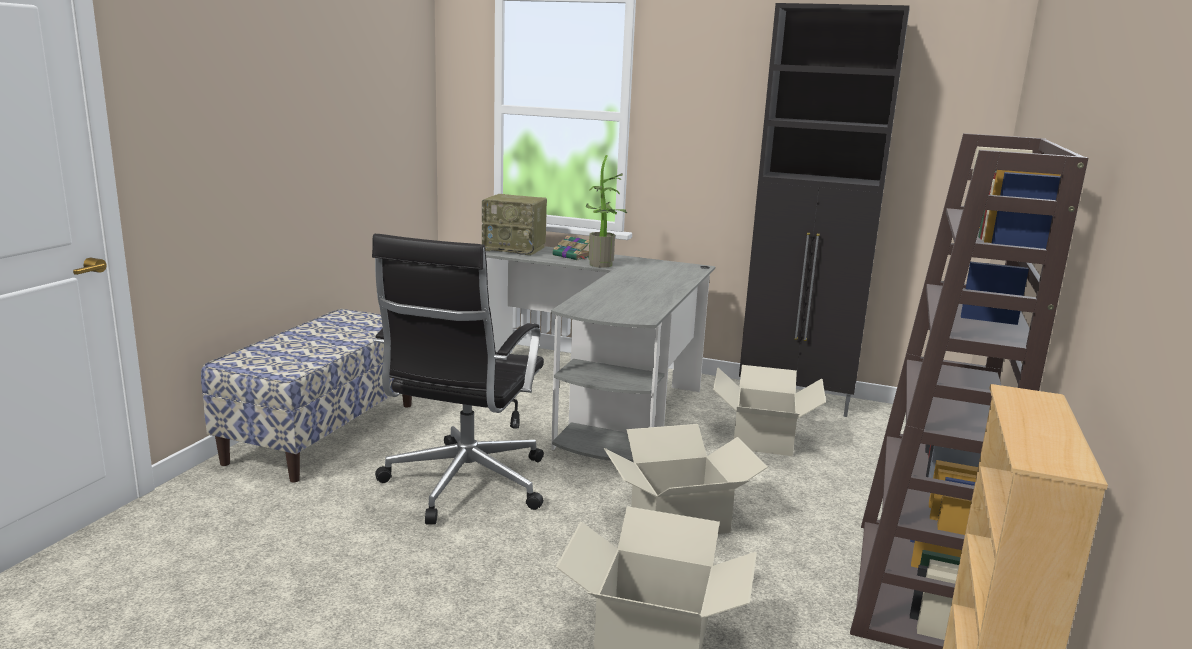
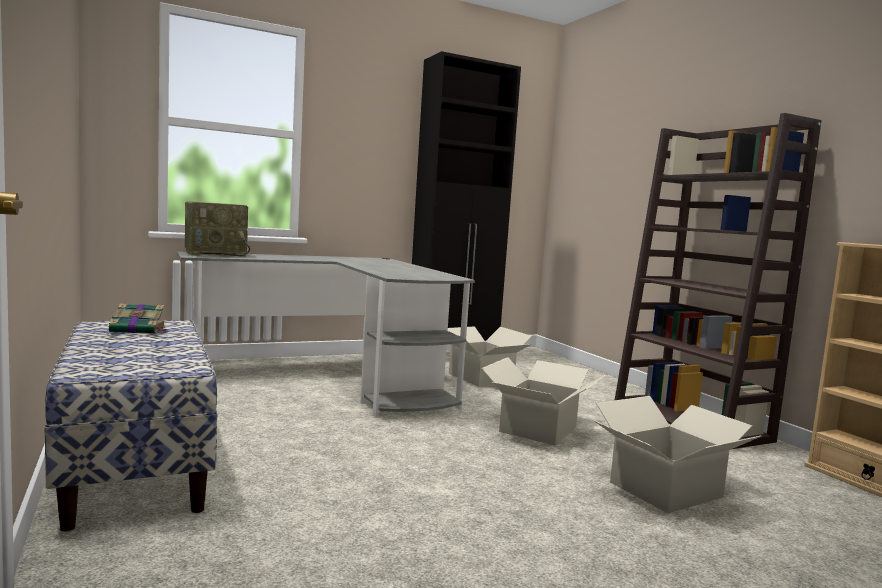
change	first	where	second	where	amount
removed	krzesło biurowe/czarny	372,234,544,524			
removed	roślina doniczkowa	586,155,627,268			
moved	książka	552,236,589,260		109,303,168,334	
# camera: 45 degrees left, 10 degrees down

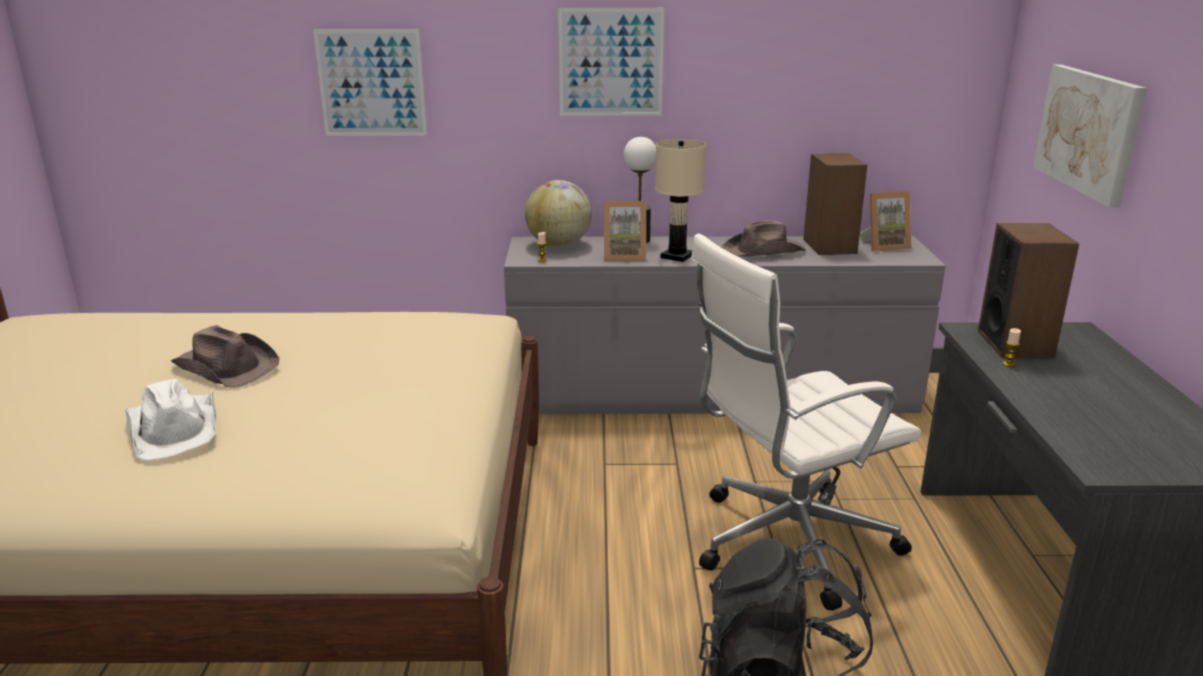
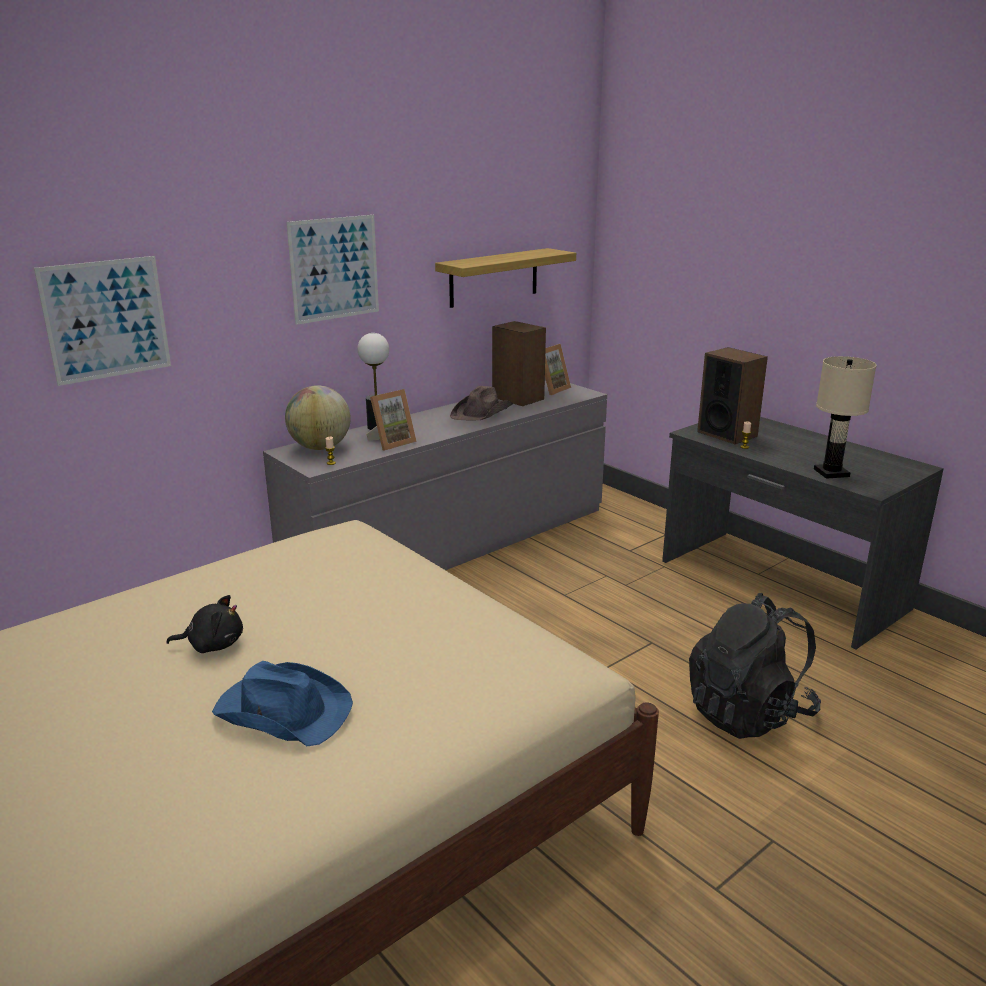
change	first	where	second	where	amount
removed	krzesło biurowe/biały	691,234,921,611			
removed	obraz	1033,65,1147,208			
added			półka	435,248,576,308	
moved	lampa stołowa/beżowy	655,139,706,262		814,356,876,479	
replaced	kapelusz/brązowy	171,325,279,388	pluszak/czarny	166,595,243,653	
recoloured	kapelusz/biały	125,379,216,461	kapelusz/niebieski	212,661,353,746	
# camera: 40 degrees left, 0 degrees up

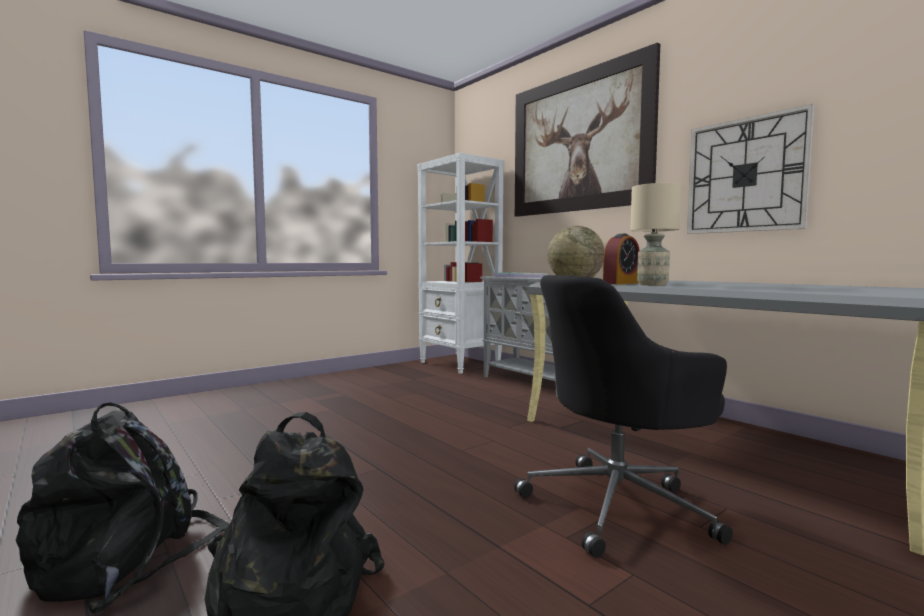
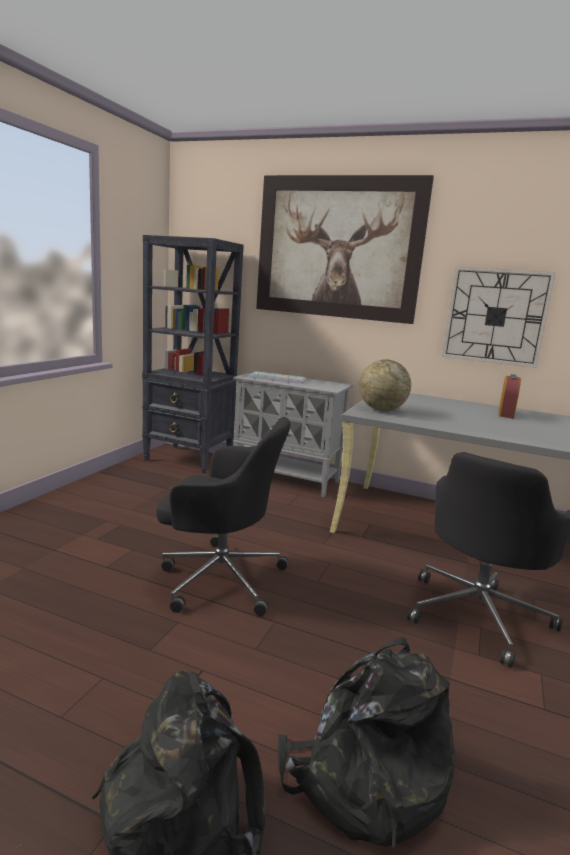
change	first	where	second	where	amount
removed	lampa stołowa/beżowy	630,183,681,286			
added			krzesło biurowe/czarny	156,417,290,616	
moved	budzik	603,233,640,284		499,374,521,419	
recoloured	regał/biały	417,153,503,374	regał/czarny	142,235,244,474	
# camera: 30 degrees left, 10 degrees up

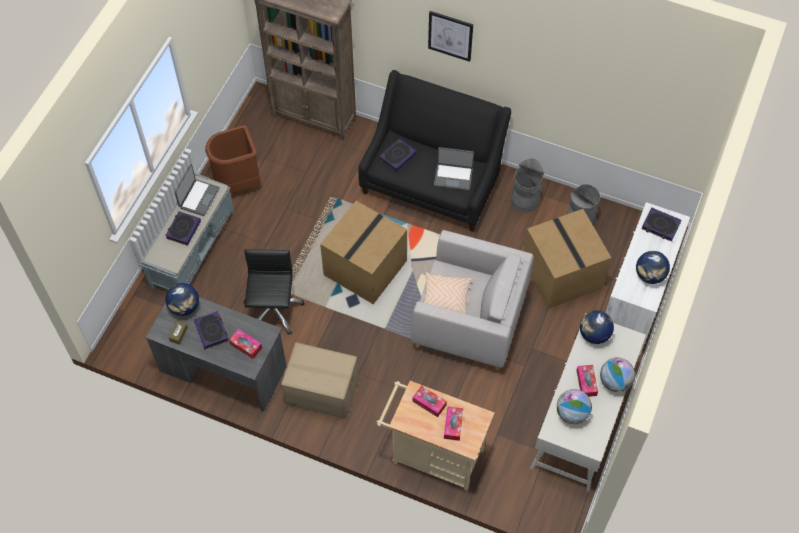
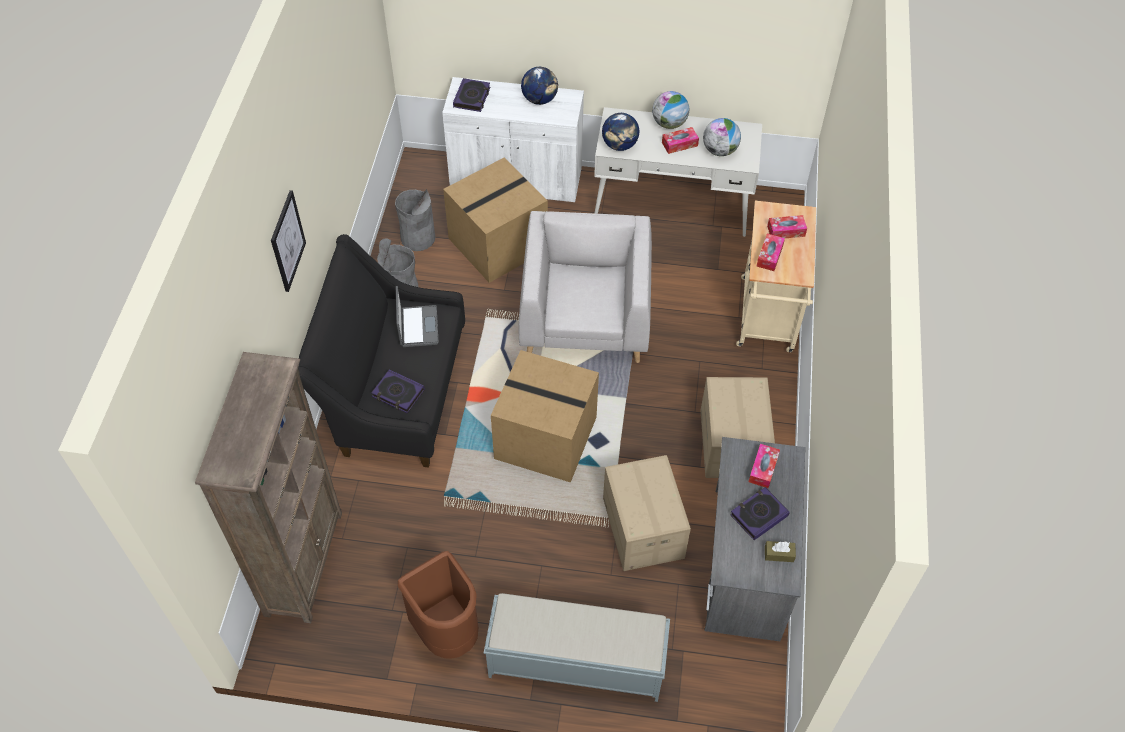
change	first	where	second	where	amount
removed	książka	165,211,201,246			
removed	globus	165,283,199,316			
removed	laptop	175,164,220,216			
removed	poduszka/beżowy	423,272,472,314			
replaced	krzesło biurowe/czarny	243,249,305,335	karton	603,455,691,571	
# camera: 105 degrees left, 5 degrees down

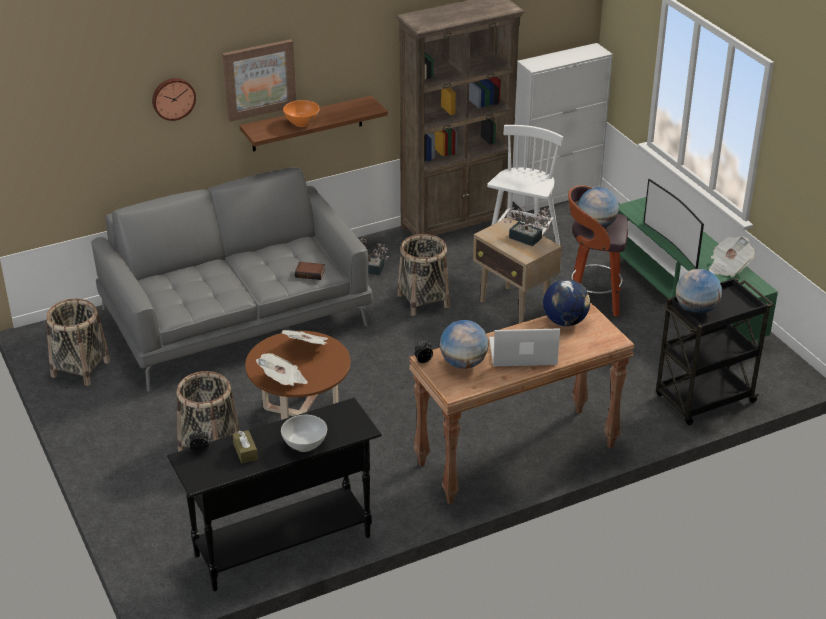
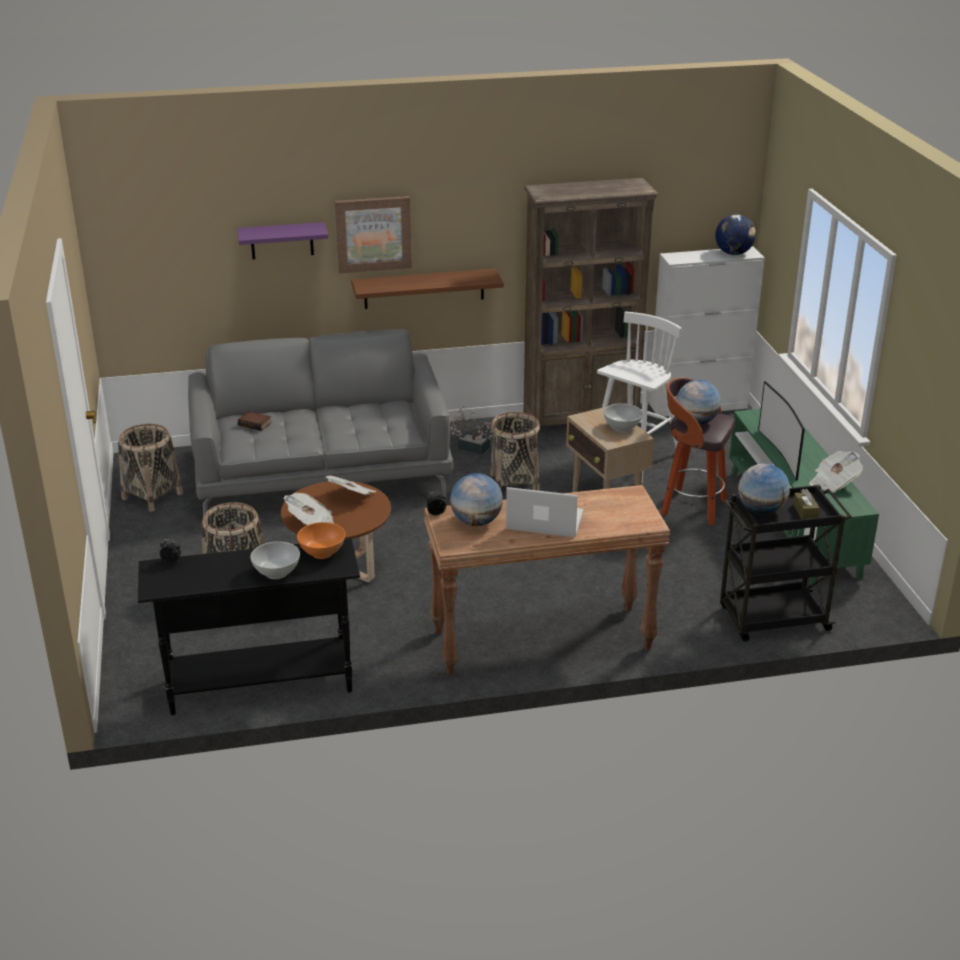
change	first	where	second	where	amount
moved	pudełko chusteczek/brązowy	232,430,258,463		793,489,820,519	
moved	miska/pomarańczowy	283,100,320,127		297,522,345,559	
moved	książka	295,262,325,280		238,411,272,431	
moved	globus	543,279,590,326		715,215,756,255	
replaced	zegar ścienny	152,78,196,121	półka/fioletowy	237,222,328,259	
replaced	roślina doniczkowa	504,206,553,246	miska/biały	603,403,643,432	
# camera: 15 degrees right, 5 degrees down

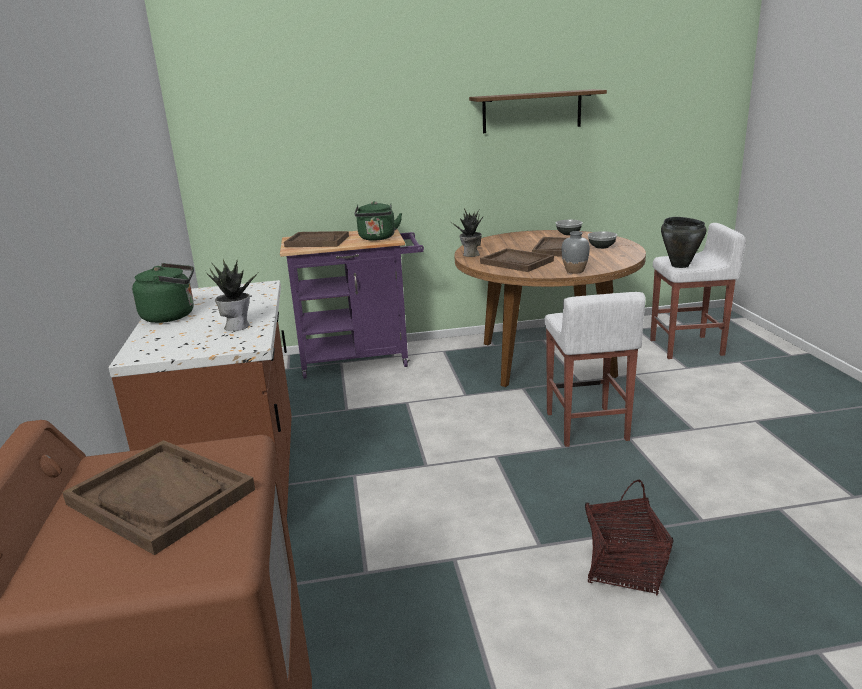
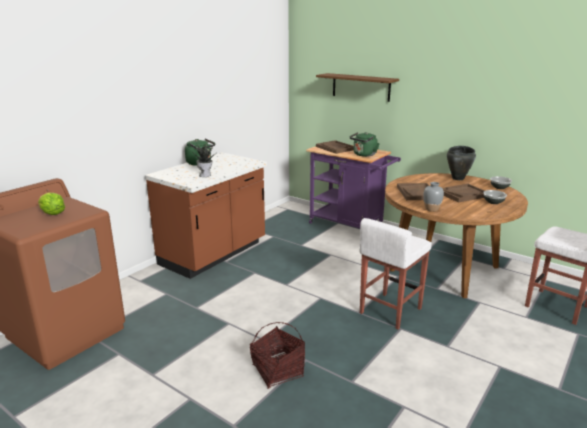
change	first	where	second	where	amount
removed	roślina doniczkowa	452,208,484,257			
moved	półka/brązowy	469,89,607,133		316,73,399,102	
moved	garnek/czarny	661,217,706,268		447,146,476,180	
replaced	taca/brązowy	62,440,255,555	sałata	38,193,65,215	
# camera: 45 degrees right, 0 degrees up

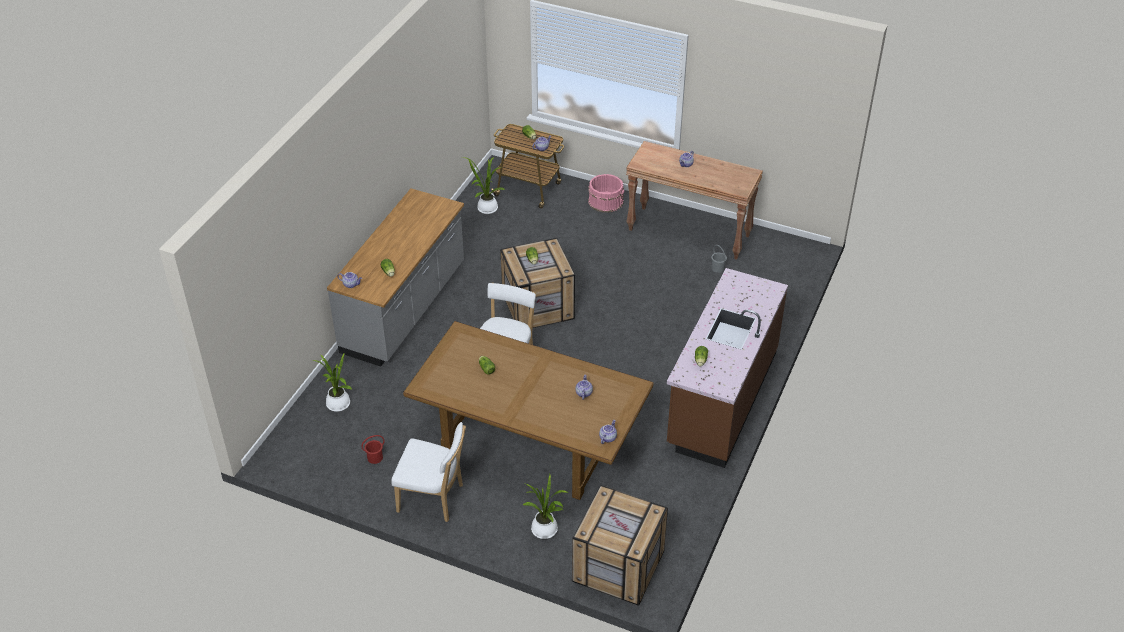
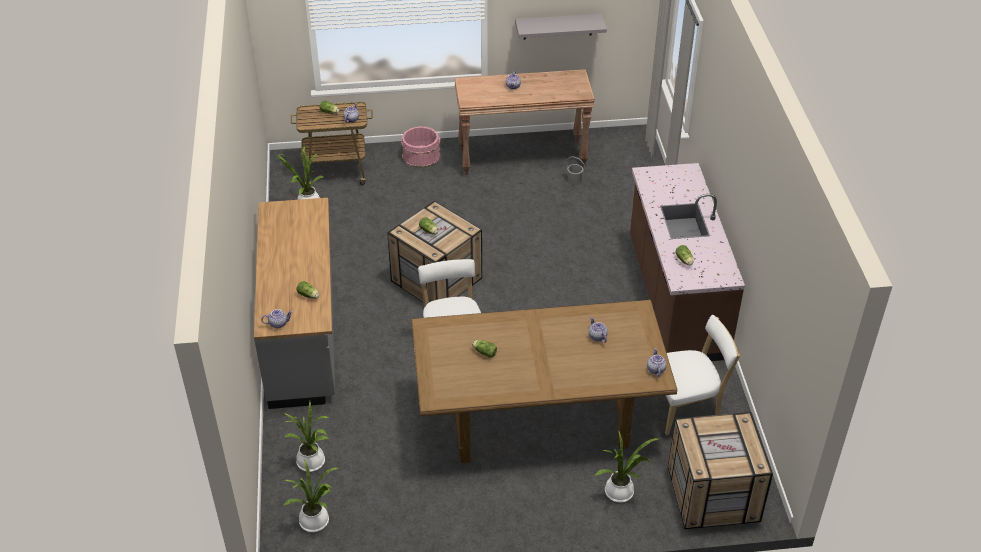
change	first	where	second	where	amount
removed	wiadro/czerwony	362,435,384,464			
added			roślina doniczkowa	284,459,339,532	
added			półka/szary	515,14,607,40	
moved	krzesło/biały	391,422,466,522		665,315,740,435	
# camera: 30 degrees left, 0 degrees up

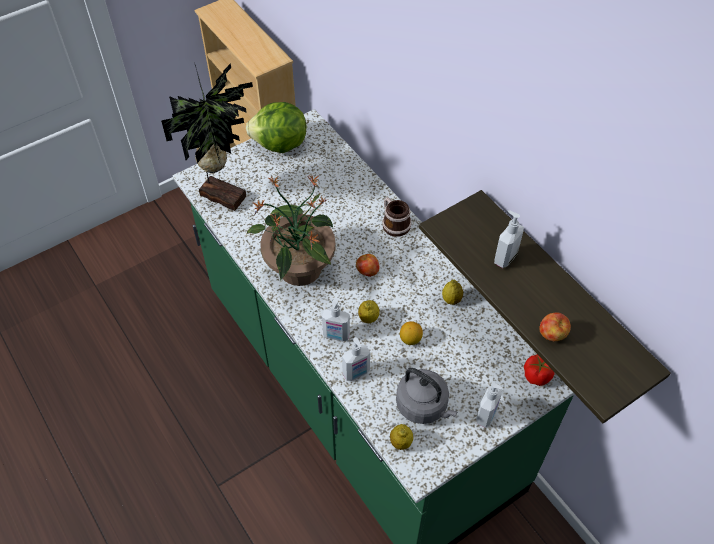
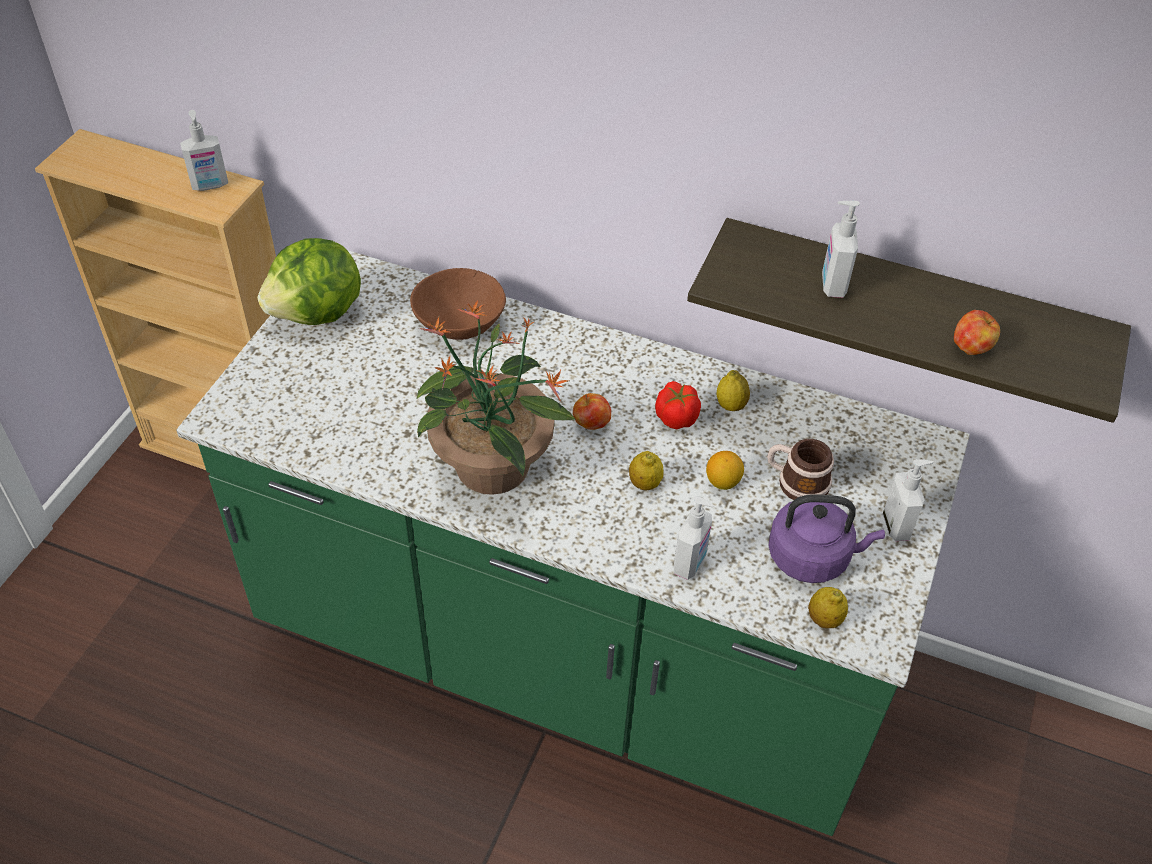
change	first	where	second	where	amount
removed	roślina doniczkowa	161,62,253,211			
added			miska/brązowy	410,268,506,340	
moved	dozownik mydła	322,299,350,342		180,110,228,191	
moved	kubek	382,197,412,237		767,439,834,500	
moved	pomidor	524,354,554,386		655,381,701,429	
recoloured	czajnik/szary	396,368,457,424	czajnik/fioletowy	768,494,885,583	
# camera: 35 degrees left, 5 degrees down

